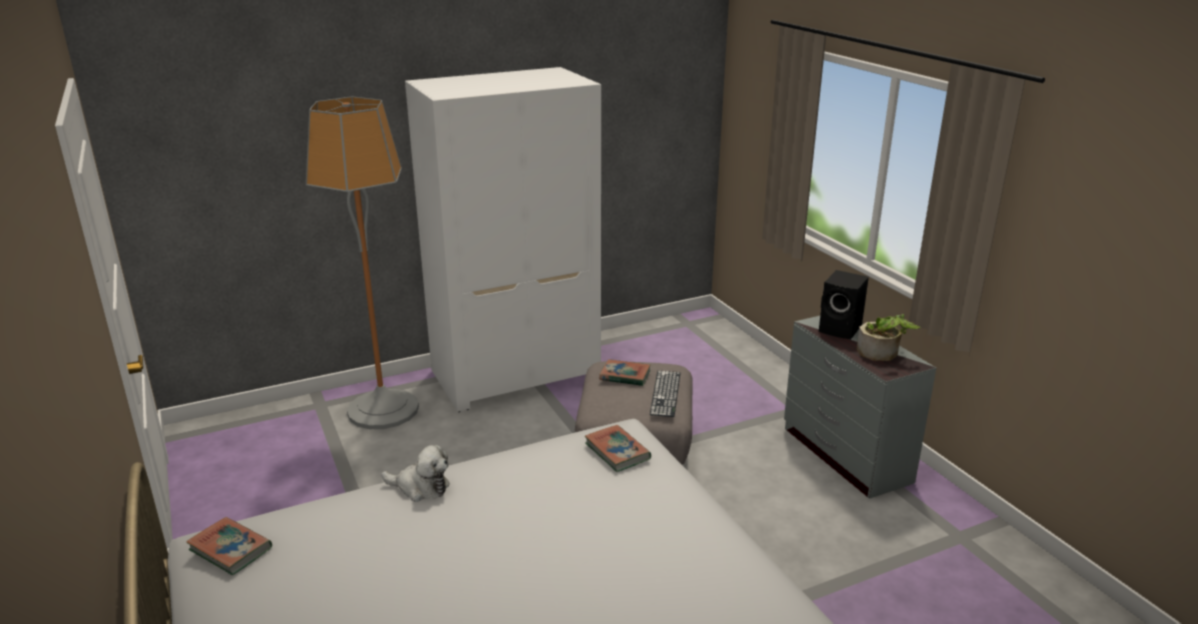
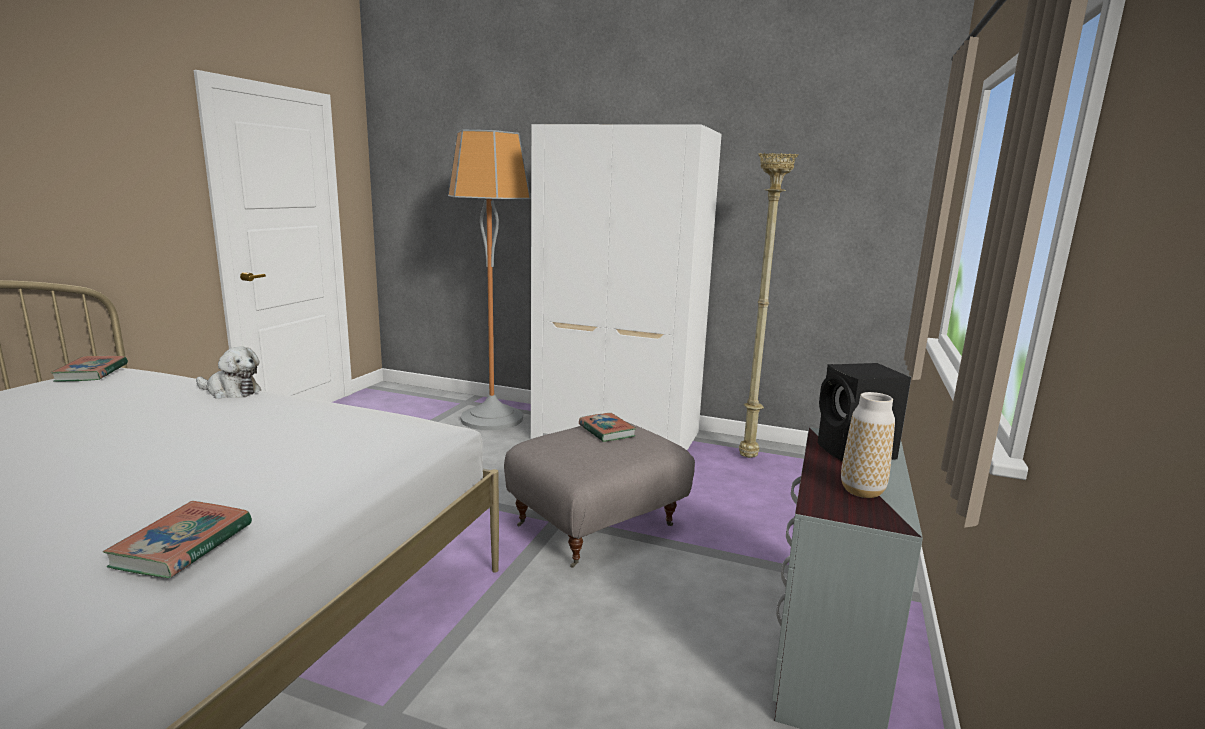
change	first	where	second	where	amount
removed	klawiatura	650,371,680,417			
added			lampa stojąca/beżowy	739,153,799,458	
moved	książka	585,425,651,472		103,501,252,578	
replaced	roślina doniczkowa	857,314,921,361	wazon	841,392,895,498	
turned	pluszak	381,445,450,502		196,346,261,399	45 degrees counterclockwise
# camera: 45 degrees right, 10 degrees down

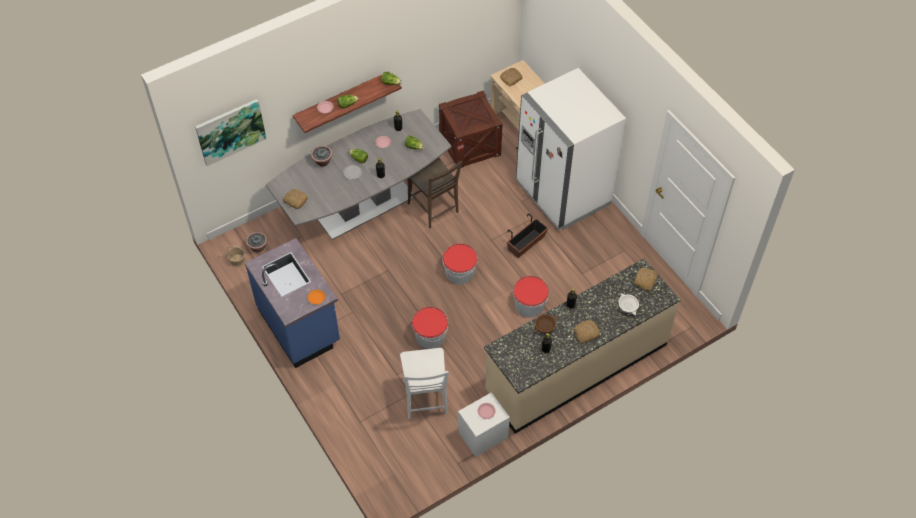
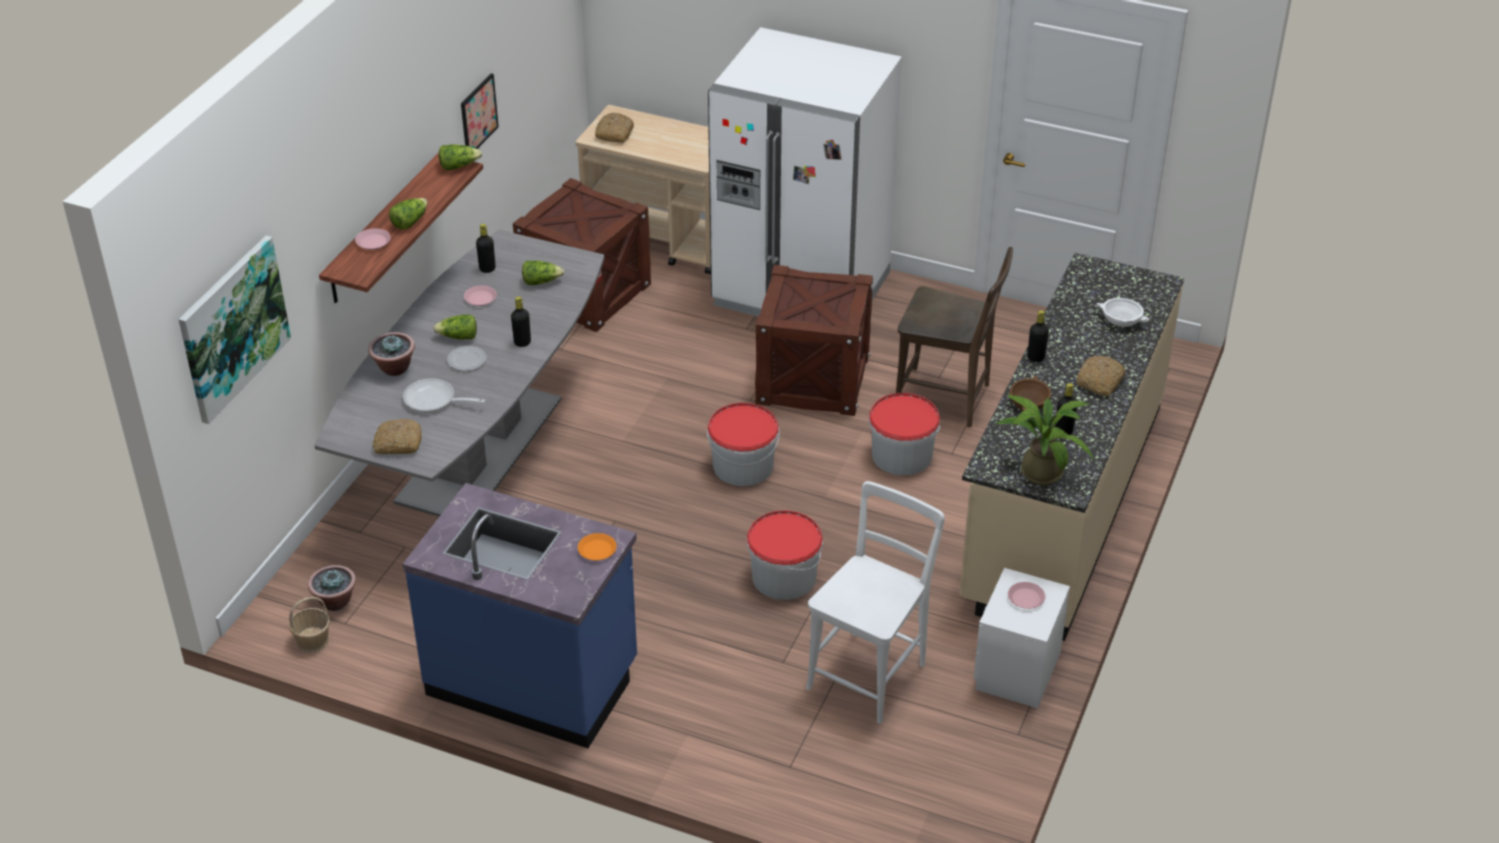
change	first	where	second	where	amount
removed	chleb	634,268,658,291			
added			patelnia	403,378,485,413	
added			obraz	461,73,499,149	
added			roślina doniczkowa	995,394,1094,485	
moved	krzesło/brązowy	407,158,462,228		896,247,1013,428	
replaced	donica	507,213,549,258	skrzynka	755,265,874,416	
turned	krzesło/biały	400,348,449,419		806,481,945,724	105 degrees counterclockwise
# camera: 35 degrees left, 15 degrees down

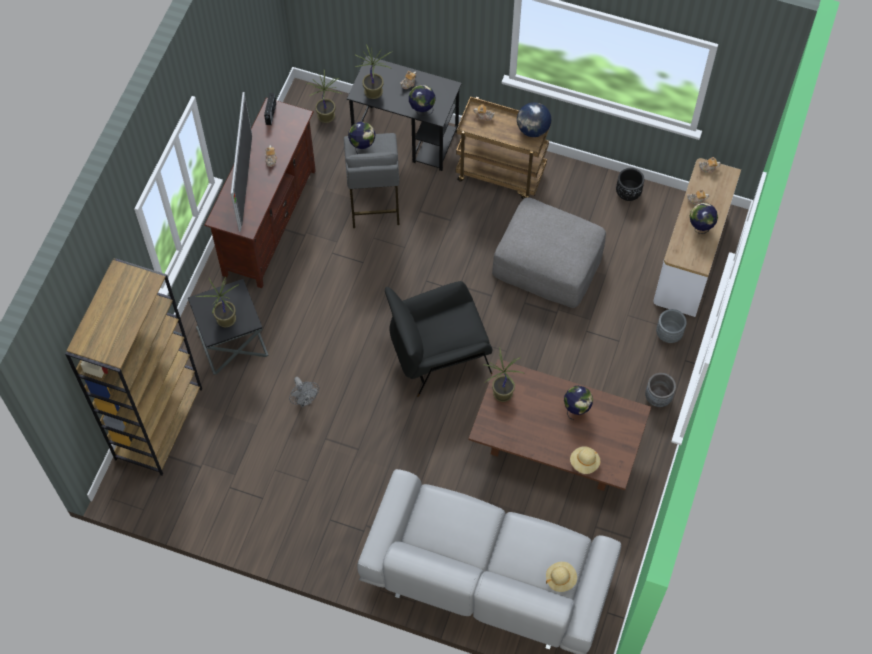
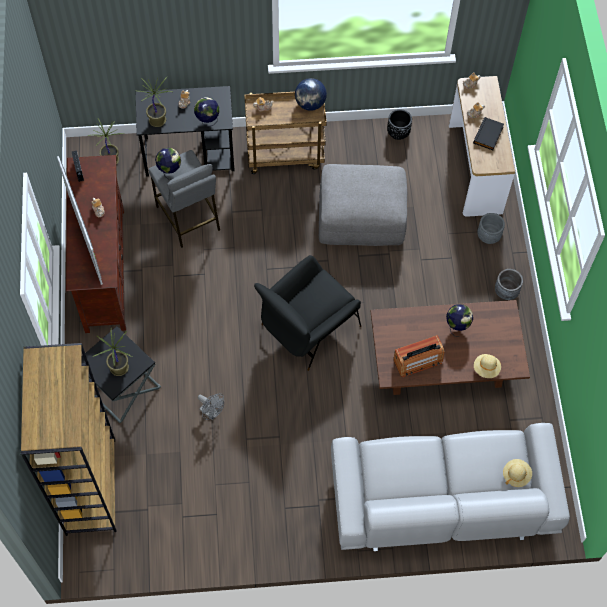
change	first	where	second	where	amount
removed	roślina doniczkowa	483,348,524,402			
added			radio	393,335,444,377	
replaced	globus	690,203,718,234	książka/czarny	473,117,504,150	
# camera: 25 degrees left, 0 degrees up

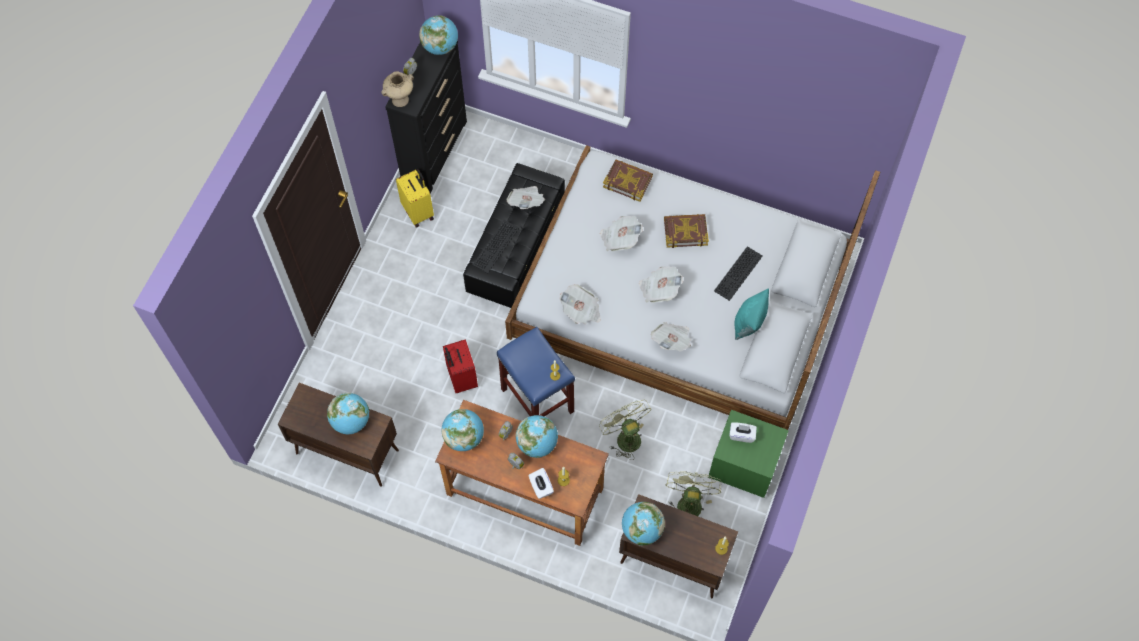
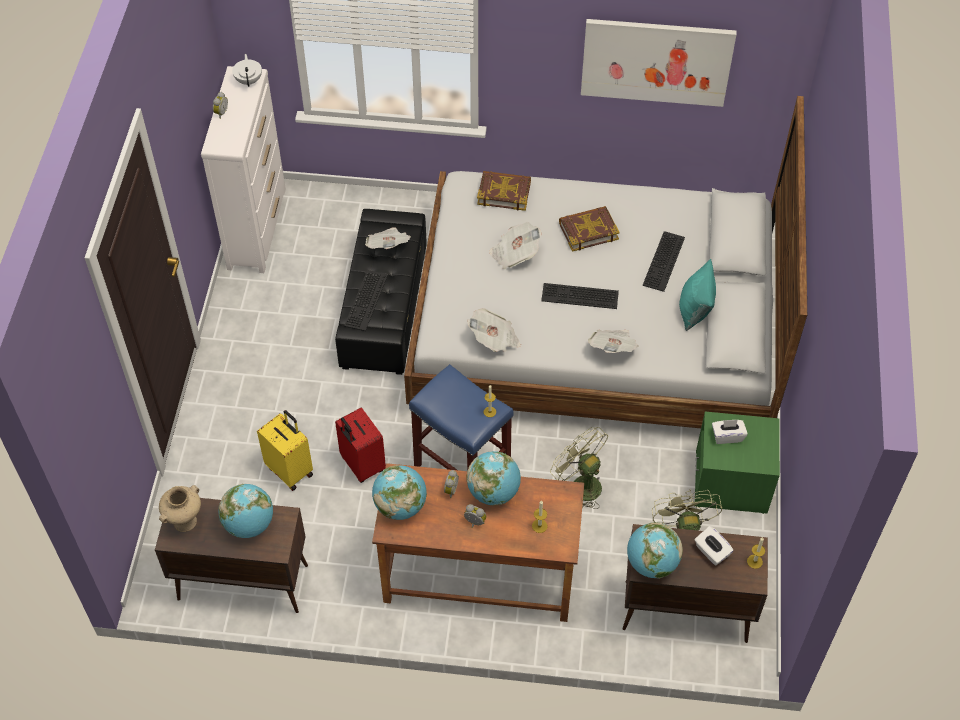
change	first	where	second	where	amount
added			obraz	581,19,737,107	
moved	wazon/beżowy	381,71,414,107		159,485,201,532	
moved	walizka/żółty	396,169,434,227		257,410,313,491	
moved	pudełko chusteczek/biały	529,468,554,499		695,526,734,565	
replaced	globus	419,15,458,55	imbryk/biały	232,54,262,87	
replaced	gazeta	639,266,683,303	klawiatura	541,283,619,309	
recoloured	komoda/czarny	385,40,467,194	komoda/biały	201,66,286,273	
# camera: 15 degrees left, 10 degrees down

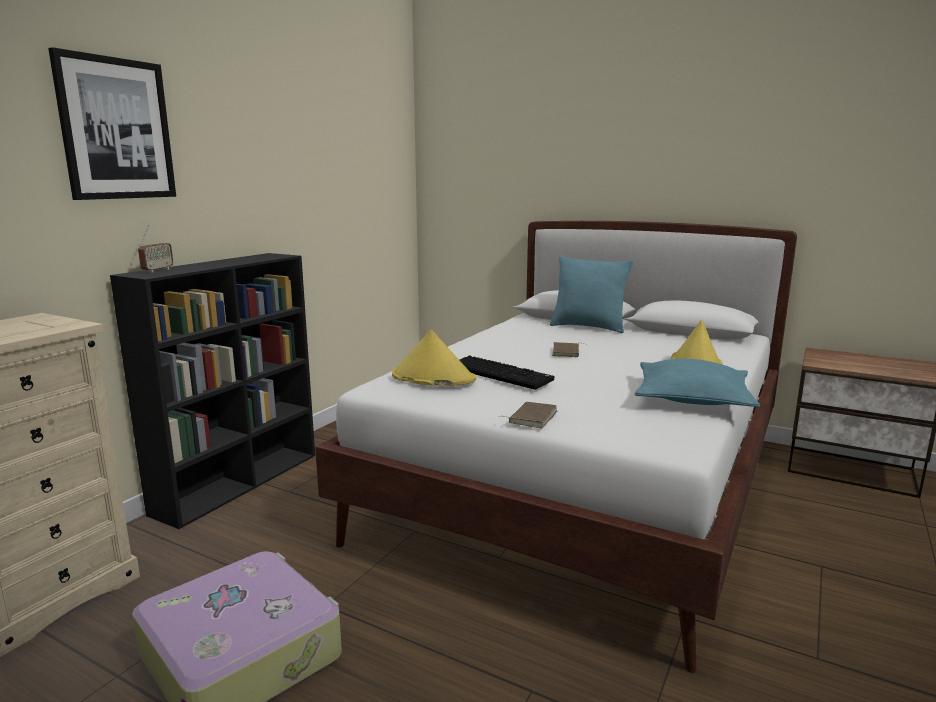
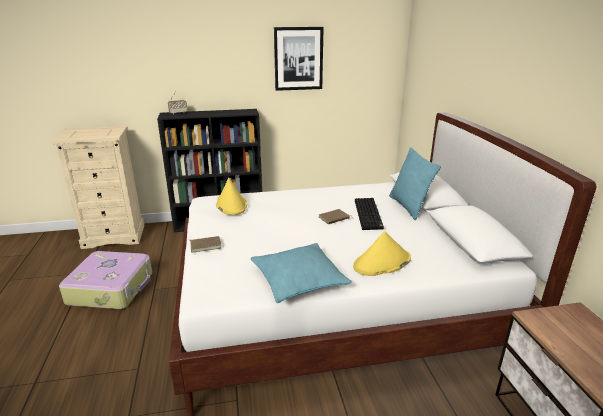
change	first	where	second	where	amount
moved	obraz	48,47,176,200		274,27,324,91	
moved	klawiatura	459,355,554,390		355,198,384,230	
# camera: 50 degrees right, 10 degrees up

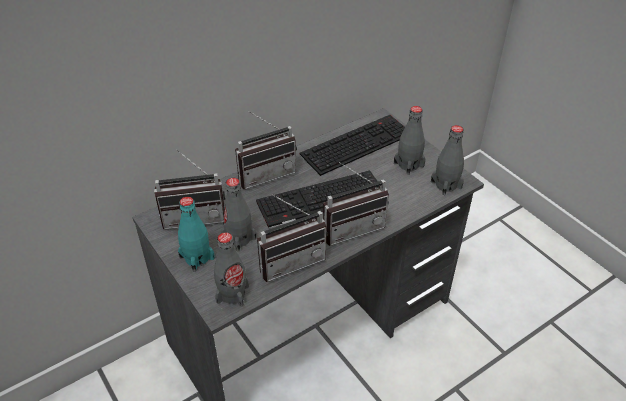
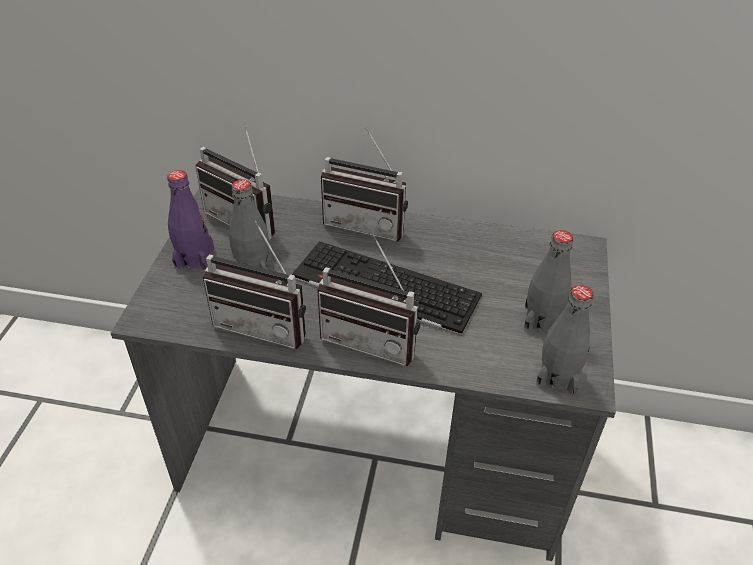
change	first	where	second	where	amount
removed	butelka/szary	214,232,249,307			
removed	klawiatura	299,115,405,176			
recoloured	butelka/turkusowy	178,197,215,272	butelka/fioletowy	167,170,214,270	
# camera: 45 degrees right, 0 degrees up

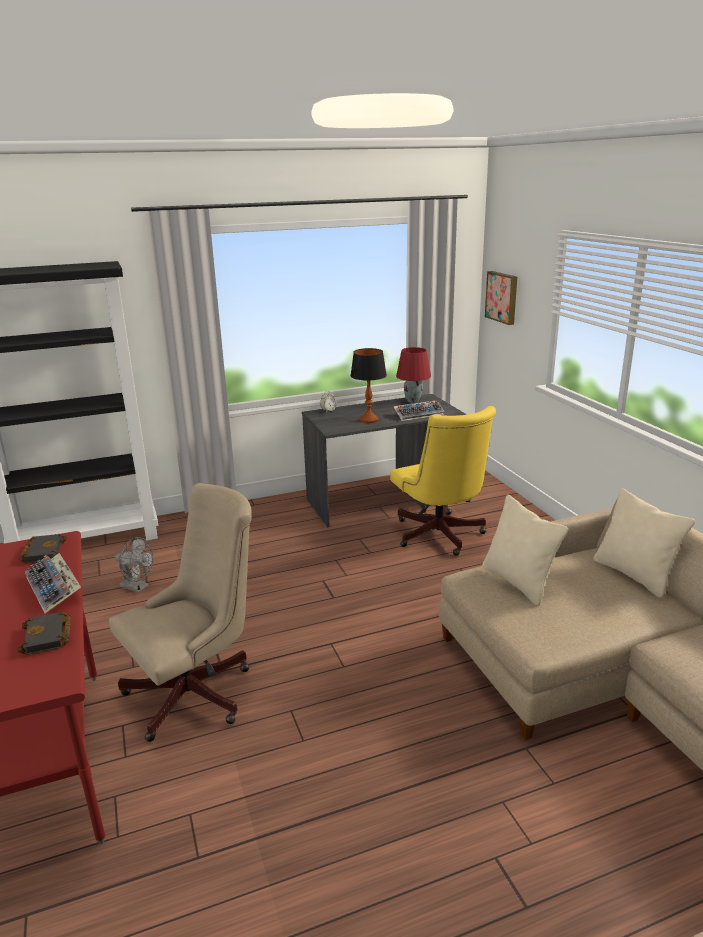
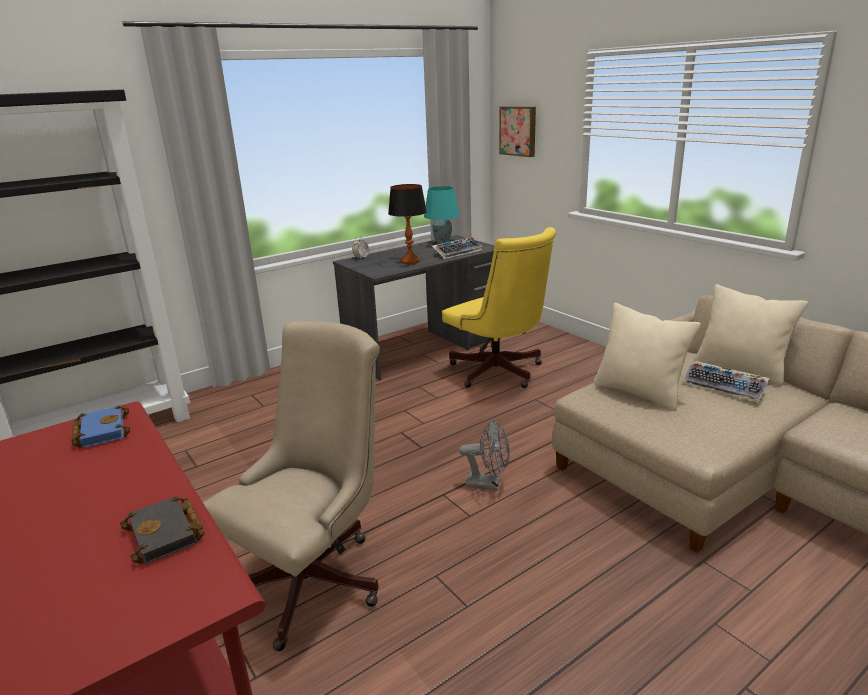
change	first	where	second	where	amount
moved	klawiatura	25,553,81,614		683,361,770,403	
moved	wentylator/szary	115,537,153,593		459,420,510,490	
recoloured	książka/czarny	19,534,67,563	książka/niebieski	71,405,130,448	
recoloured	lampa stołowa/czerwony	396,347,431,403	lampa stołowa/turkusowy	424,186,460,244	
# camera: 15 degrees left, 0 degrees up

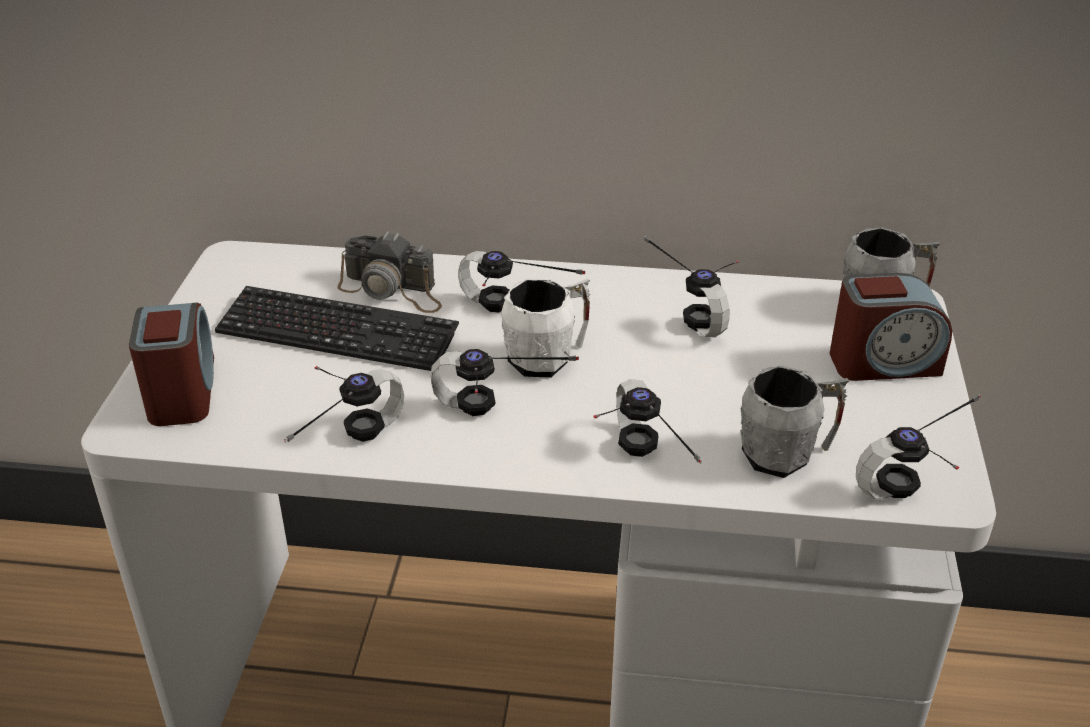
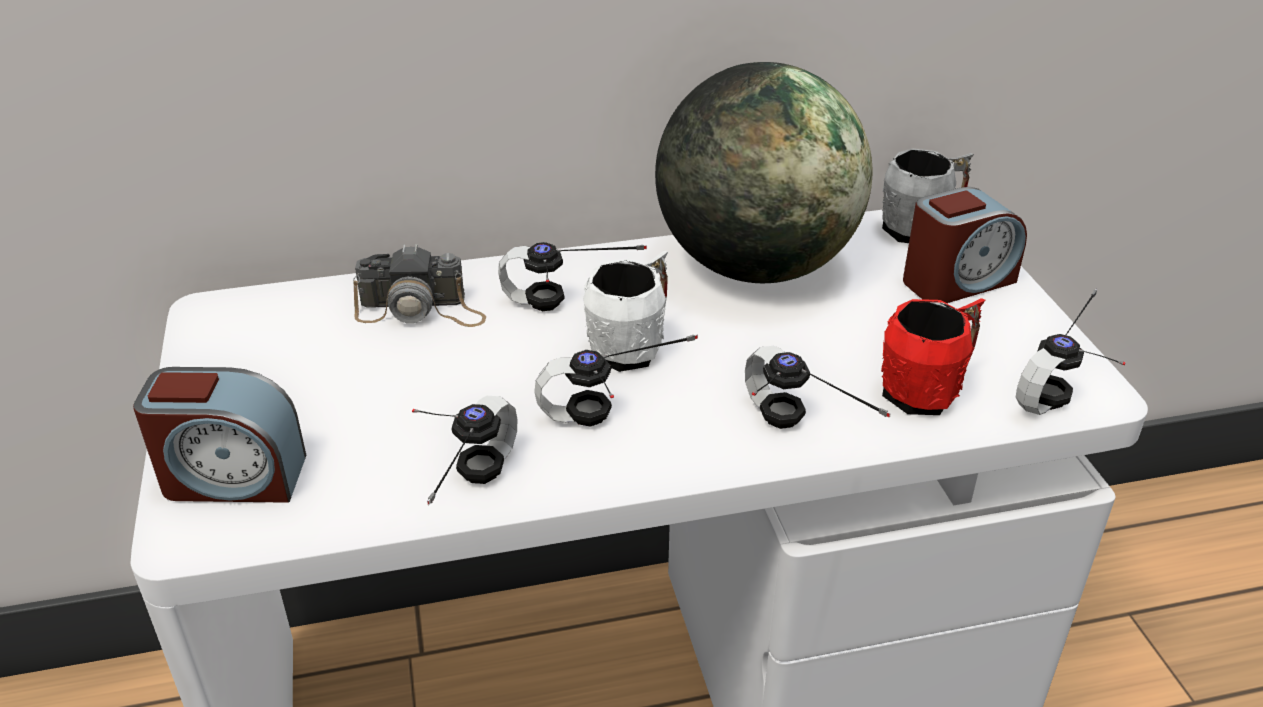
change	first	where	second	where	amount
removed	klawiatura	215,286,459,371			
replaced	słuchawki	644,235,739,337	globus	655,62,872,283	
recoloured	kubek/szary	740,365,850,478	kubek/czerwony	881,298,985,415	
turned	budzik	129,303,214,426		133,367,306,503	120 degrees clockwise
# camera: 20 degrees left, 0 degrees up

